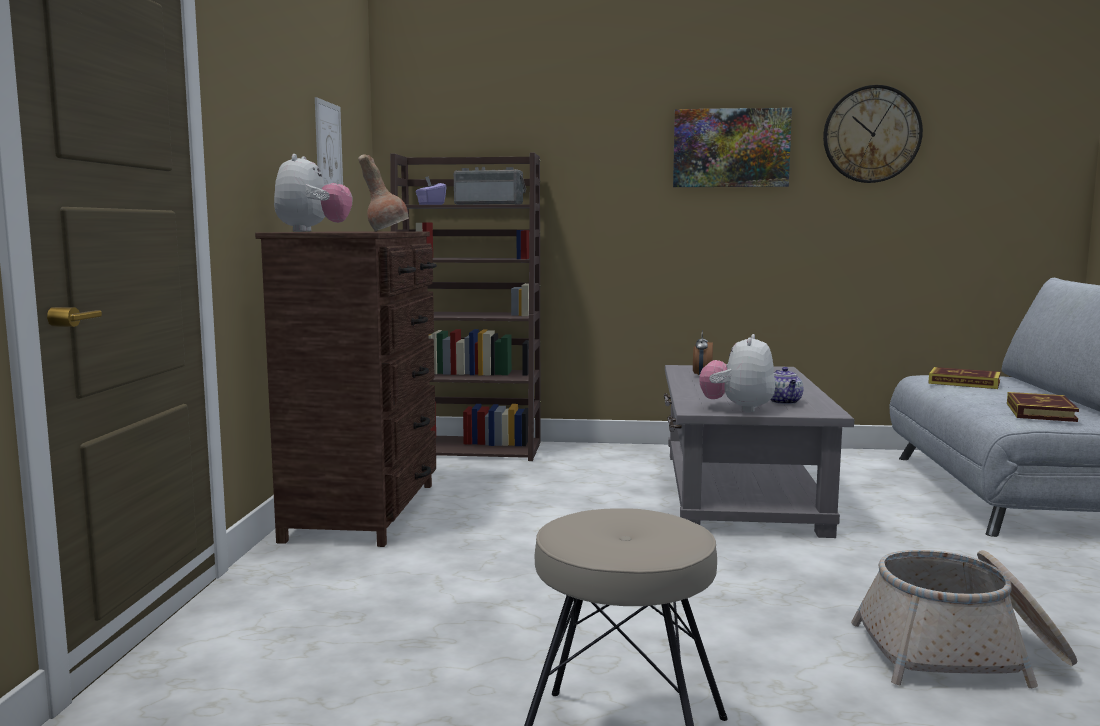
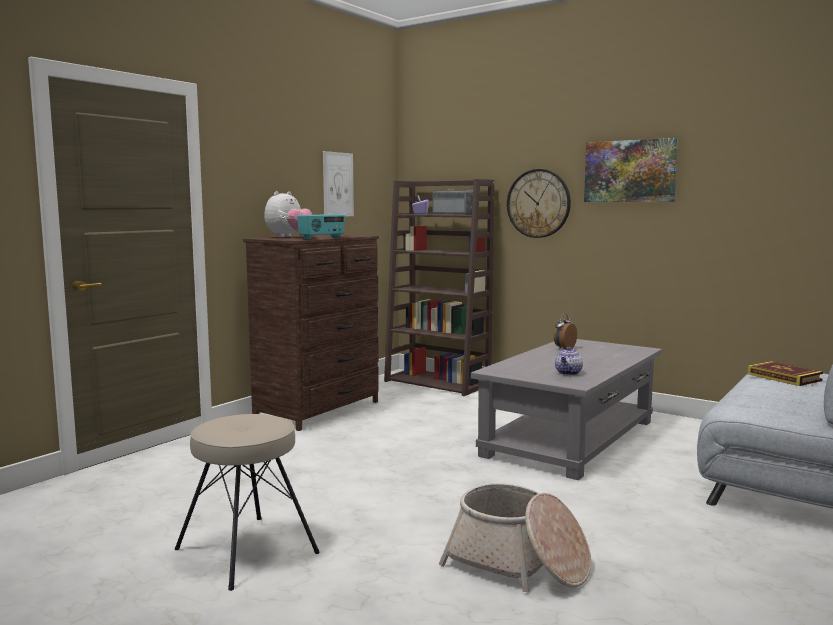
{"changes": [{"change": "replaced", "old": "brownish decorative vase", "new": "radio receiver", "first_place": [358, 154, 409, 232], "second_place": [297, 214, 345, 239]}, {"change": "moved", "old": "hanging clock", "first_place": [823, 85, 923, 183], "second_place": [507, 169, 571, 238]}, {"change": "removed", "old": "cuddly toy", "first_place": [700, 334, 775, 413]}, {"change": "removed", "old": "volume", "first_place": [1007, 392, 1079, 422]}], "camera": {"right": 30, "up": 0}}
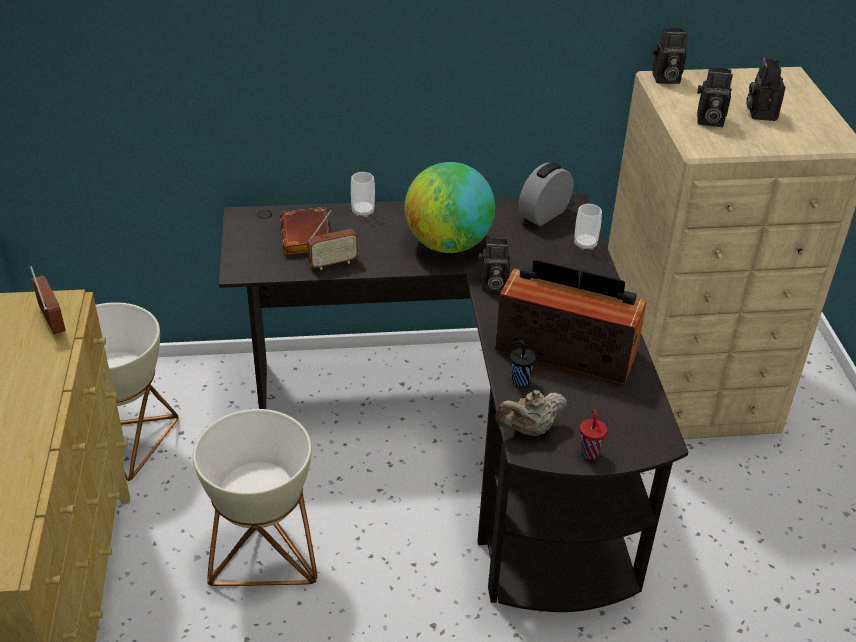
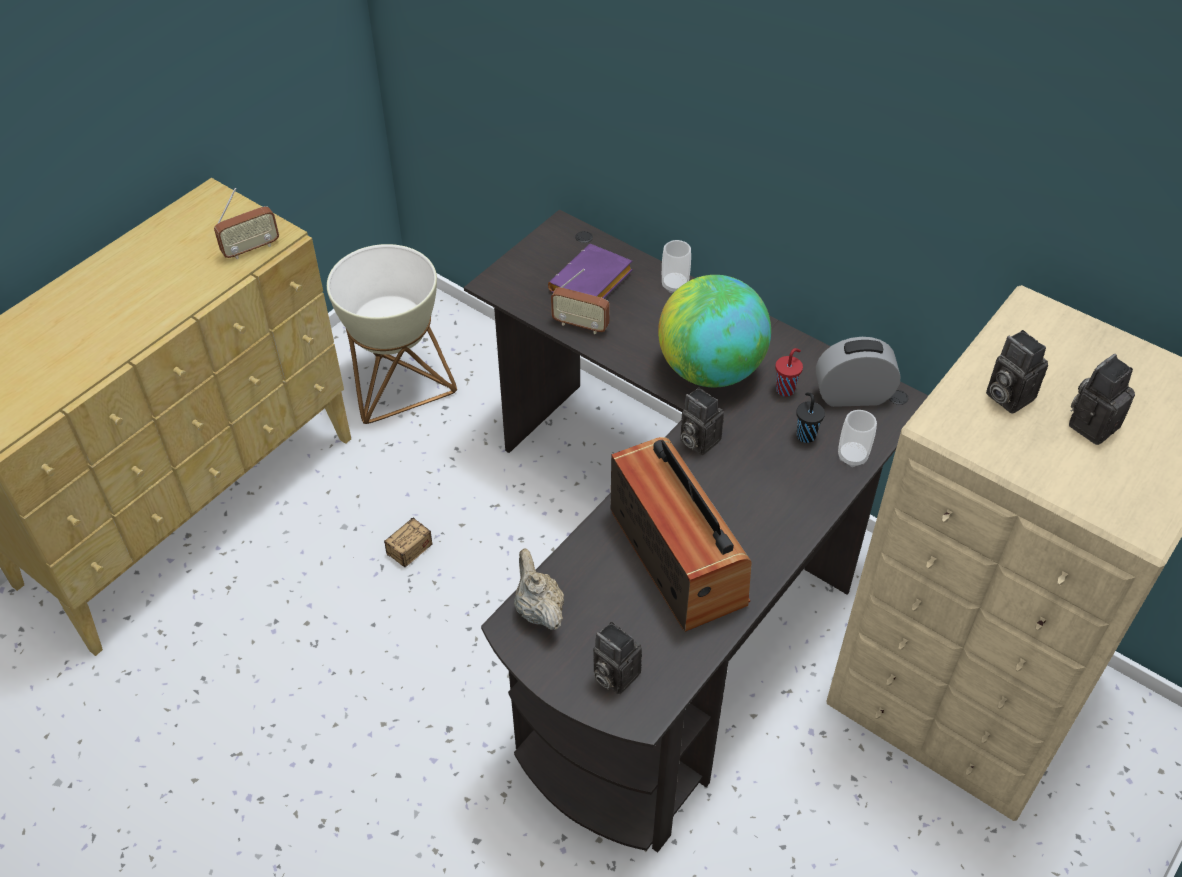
{"changes": [{"change": "turned", "old": "radio receiver", "first_place": [30, 266, 66, 334], "second_place": [214, 188, 279, 259], "degrees": 45}, {"change": "replaced", "old": "plant pot", "new": "storage container", "first_place": [193, 409, 317, 586], "second_place": [351, 518, 433, 567]}, {"change": "turned", "old": "beige-coloured teapot", "first_place": [495, 390, 567, 436], "second_place": [514, 549, 564, 630], "degrees": 45}, {"change": "recoloured", "old": "brownish volume", "new": "purple volume", "first_place": [280, 207, 329, 255], "second_place": [548, 244, 633, 298]}, {"change": "moved", "old": "still camera", "first_place": [653, 28, 688, 84], "second_place": [593, 622, 642, 695]}, {"change": "moved", "old": "red drinking cup", "first_place": [580, 409, 607, 460], "second_place": [775, 348, 803, 397]}, {"change": "moved", "old": "blackish drinking cup", "first_place": [510, 340, 536, 387], "second_place": [796, 392, 825, 443]}], "camera": {"right": 45, "up": 10}}
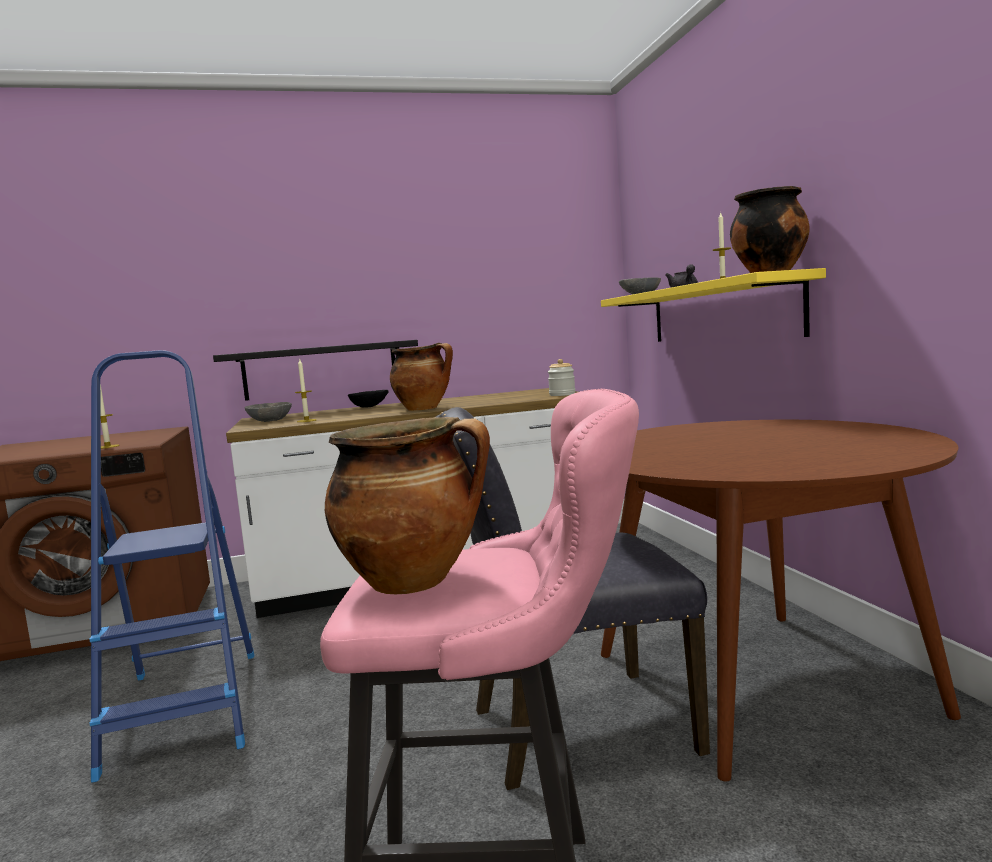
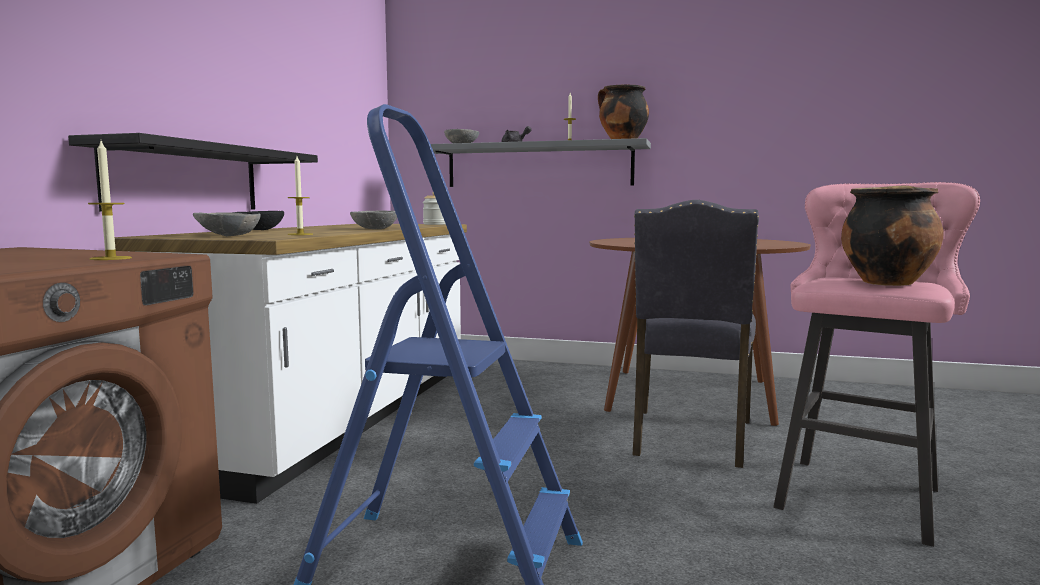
{"changes": [{"change": "replaced", "old": "stockpot", "new": "greyish deep dish", "first_place": [390, 343, 453, 411], "second_place": [350, 210, 397, 229]}, {"change": "recoloured", "old": "yellow bracket shelf", "new": "greyish bracket shelf", "first_place": [601, 268, 826, 342], "second_place": [431, 138, 651, 187]}], "camera": {"right": -60, "up": 0}}
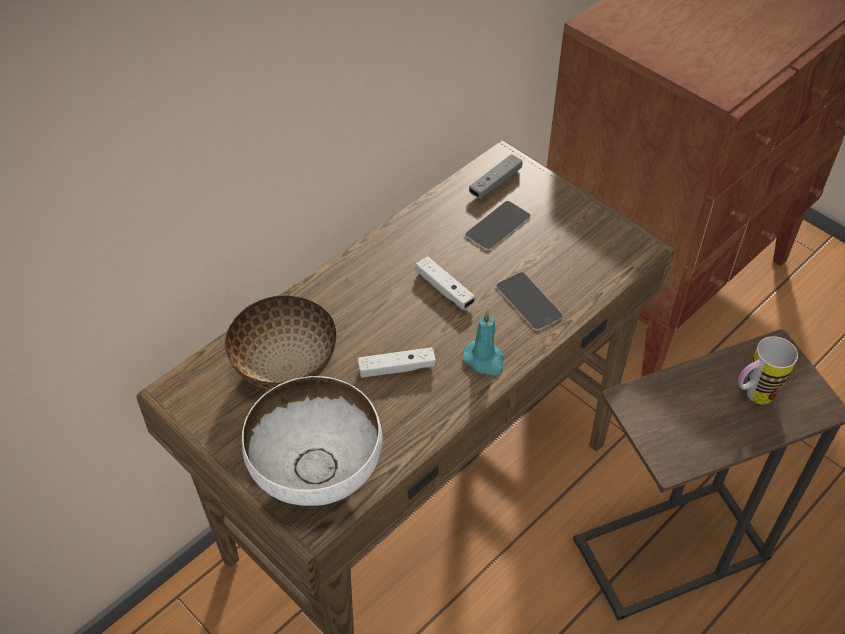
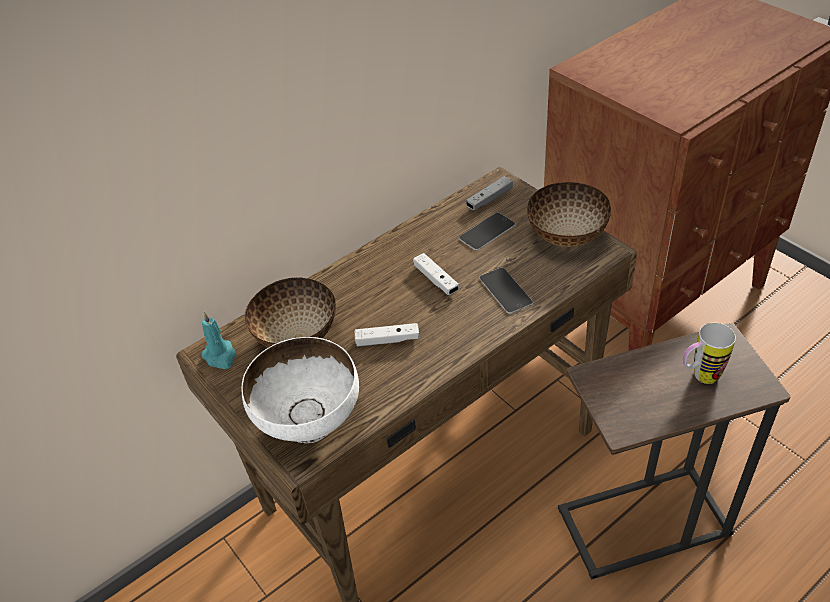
{"changes": [{"change": "moved", "old": "turquoise candle", "first_place": [462, 310, 504, 376], "second_place": [201, 312, 236, 369]}, {"change": "added", "new": "deep dish", "second_place": [526, 182, 611, 247]}], "camera": {"right": 10, "up": -5}}
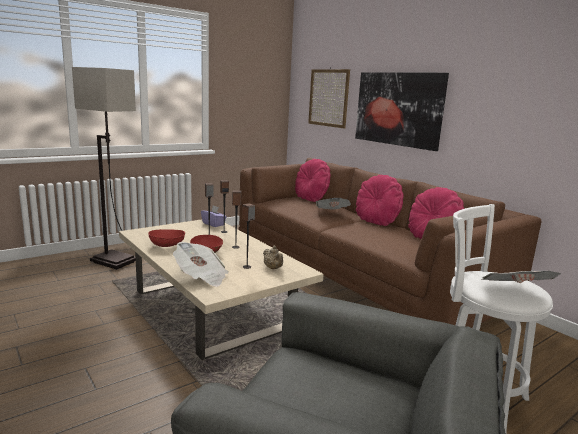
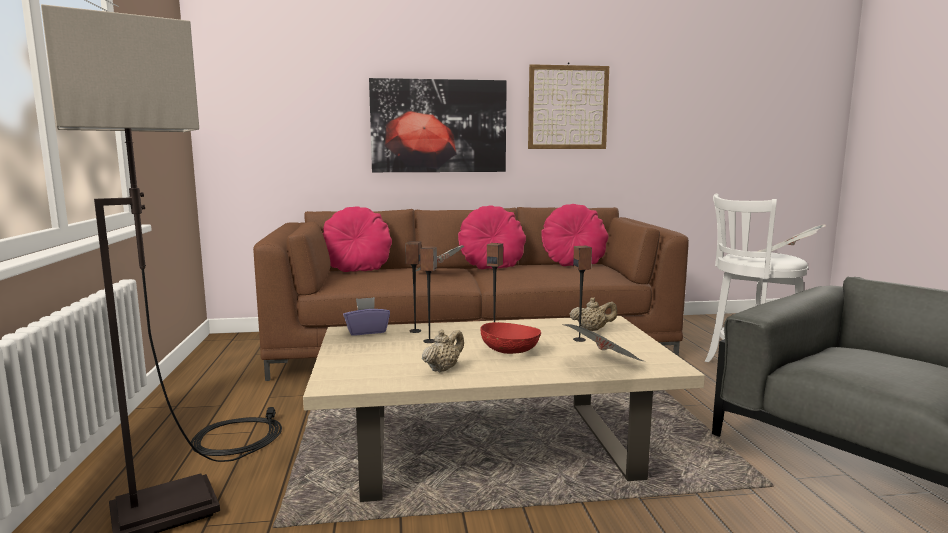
{"changes": [{"change": "replaced", "old": "red deep dish", "new": "beige-coloured teapot", "first_place": [148, 229, 185, 247], "second_place": [422, 330, 464, 373]}, {"change": "moved", "old": "picture", "first_place": [308, 67, 350, 129], "second_place": [528, 62, 609, 149]}], "camera": {"right": -60, "up": -5}}
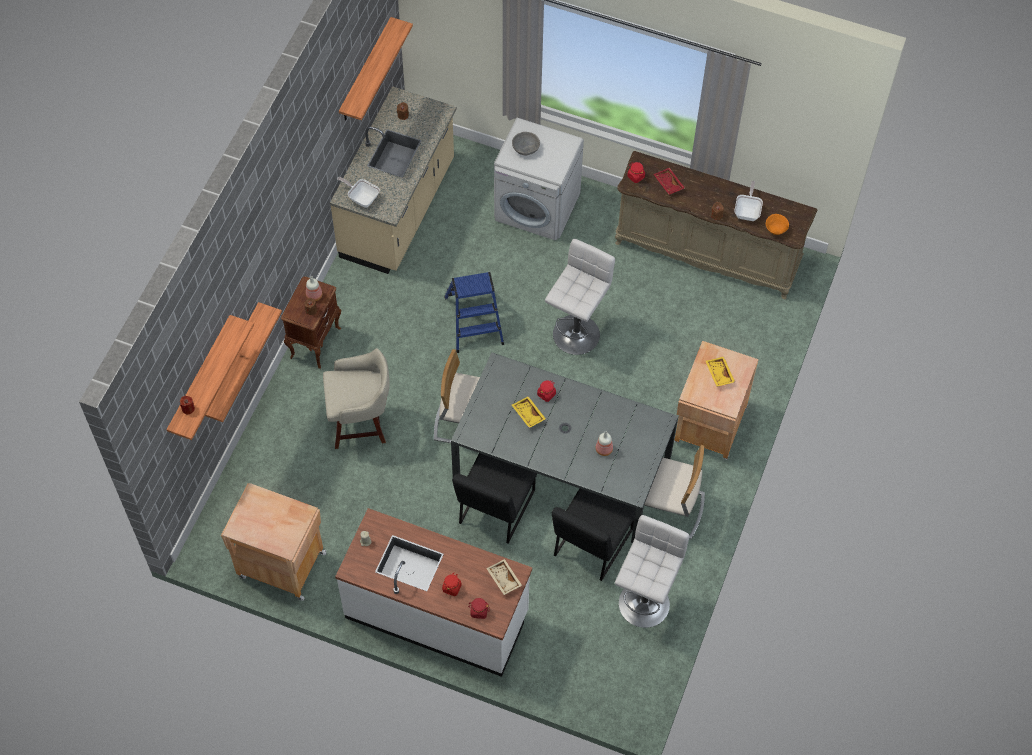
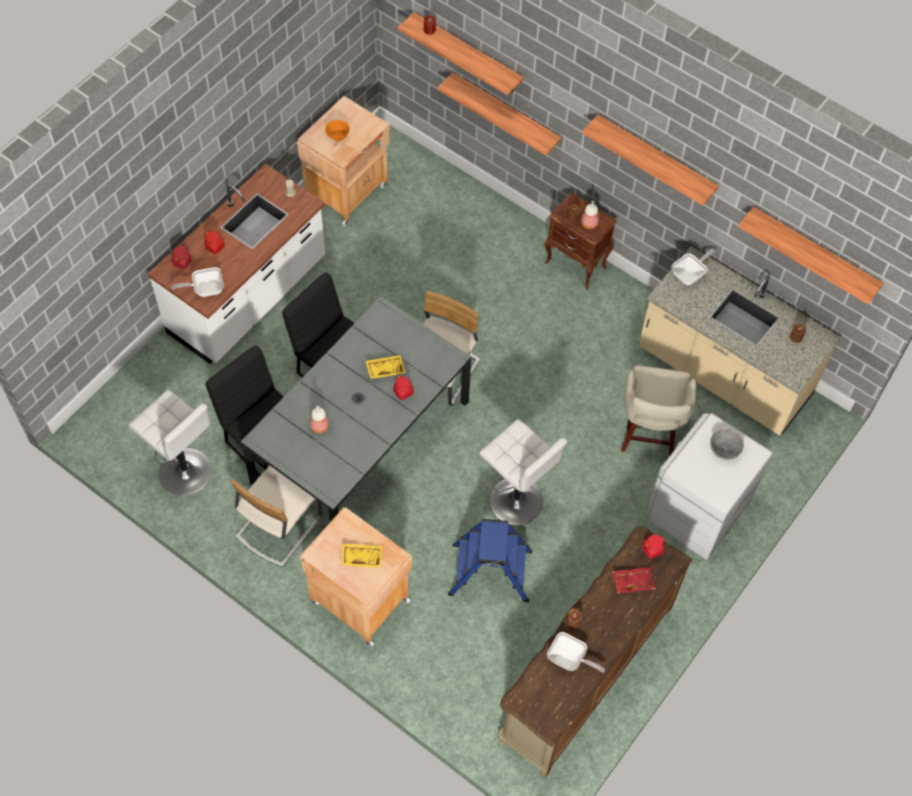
{"changes": [{"change": "replaced", "old": "beige-coloured serving tray", "new": "skillet", "first_place": [486, 559, 522, 595], "second_place": [171, 267, 224, 297]}, {"change": "moved", "old": "orange deep dish", "first_place": [766, 214, 789, 235], "second_place": [325, 120, 350, 141]}, {"change": "moved", "old": "blue-coloured stepladder", "first_place": [444, 272, 504, 353], "second_place": [448, 519, 532, 602]}, {"change": "added", "new": "bracket shelf", "second_place": [582, 115, 719, 206]}, {"change": "moved", "old": "beige-coloured stool", "first_place": [323, 348, 390, 449], "second_place": [621, 365, 696, 457]}], "camera": {"right": 105, "up": 0}}
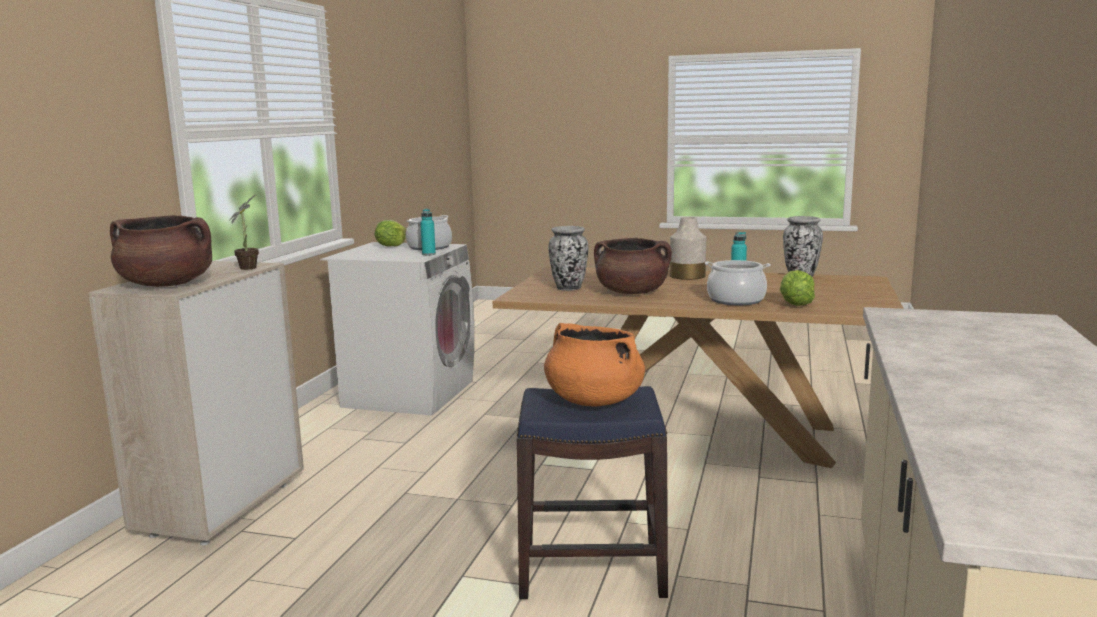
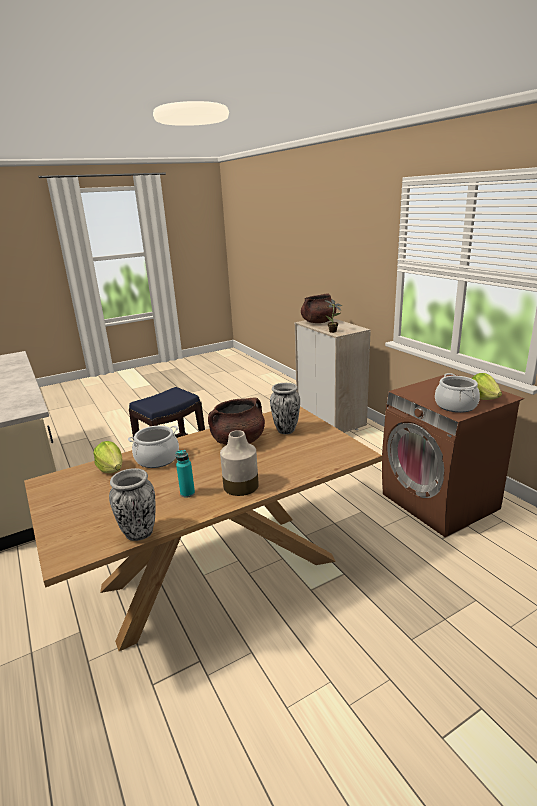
{"changes": [{"change": "recoloured", "old": "whitish washing machine", "new": "brownish washing machine", "first_place": [320, 242, 474, 416], "second_place": [382, 375, 524, 537]}, {"change": "removed", "old": "turquoise drink bottle", "first_place": [420, 209, 436, 255]}, {"change": "removed", "old": "orange stockpot", "first_place": [544, 323, 645, 406]}], "camera": {"right": 135, "up": 10}}
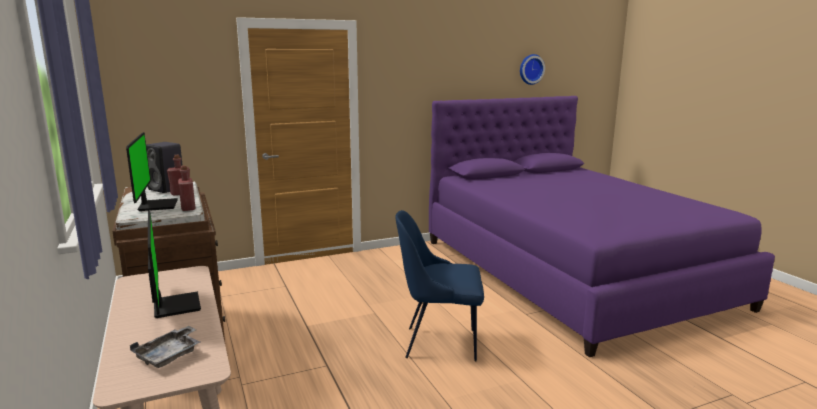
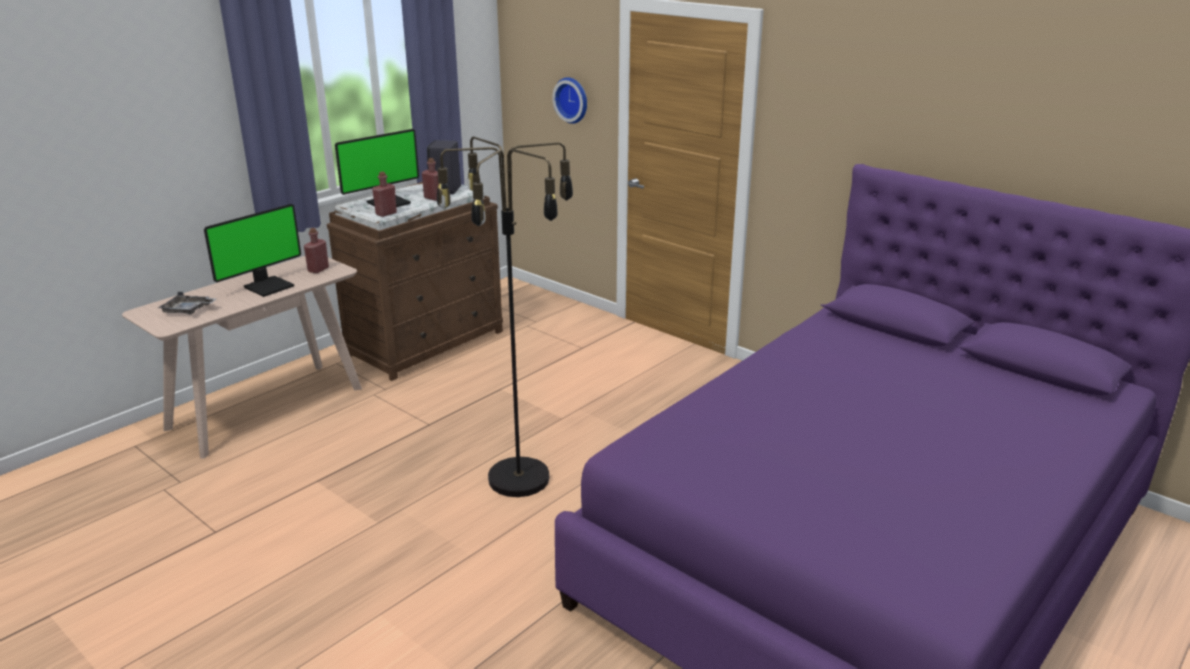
{"changes": [{"change": "added", "new": "red drink bottle", "second_place": [304, 228, 329, 273]}, {"change": "replaced", "old": "blue-coloured chair", "new": "standing lamp", "first_place": [396, 210, 484, 361], "second_place": [437, 136, 573, 497]}, {"change": "moved", "old": "hanging clock", "first_place": [520, 54, 545, 85], "second_place": [552, 77, 587, 124]}], "camera": {"right": 65, "up": 10}}
